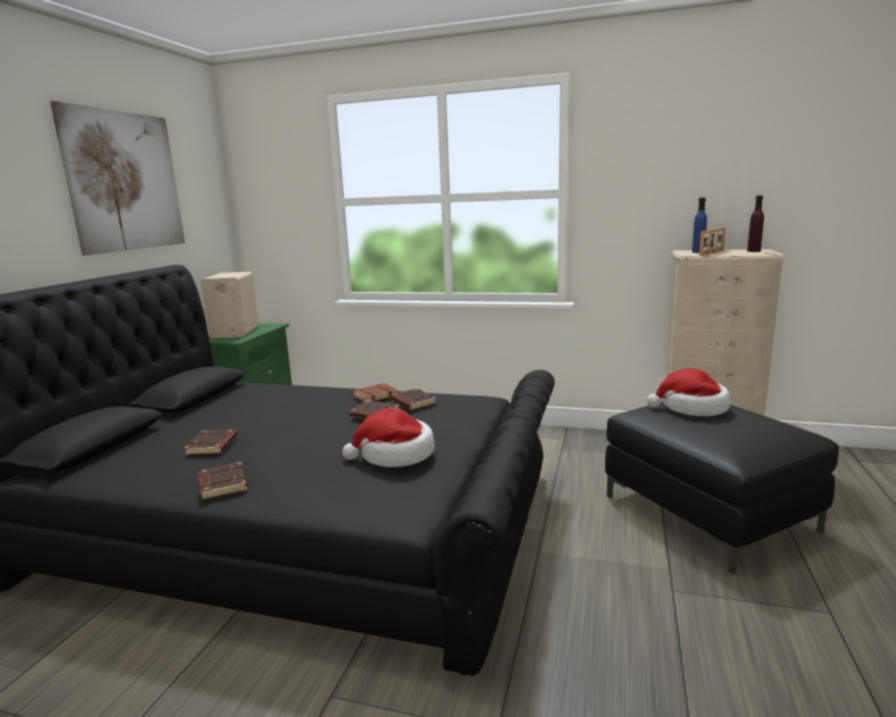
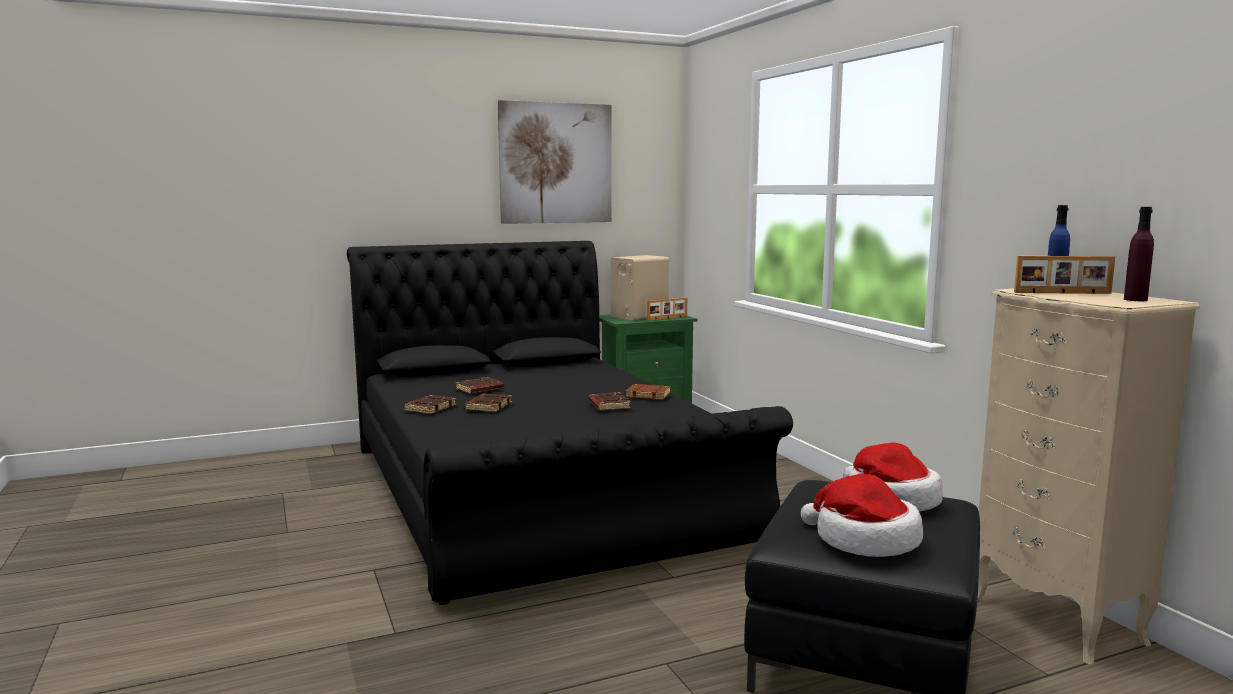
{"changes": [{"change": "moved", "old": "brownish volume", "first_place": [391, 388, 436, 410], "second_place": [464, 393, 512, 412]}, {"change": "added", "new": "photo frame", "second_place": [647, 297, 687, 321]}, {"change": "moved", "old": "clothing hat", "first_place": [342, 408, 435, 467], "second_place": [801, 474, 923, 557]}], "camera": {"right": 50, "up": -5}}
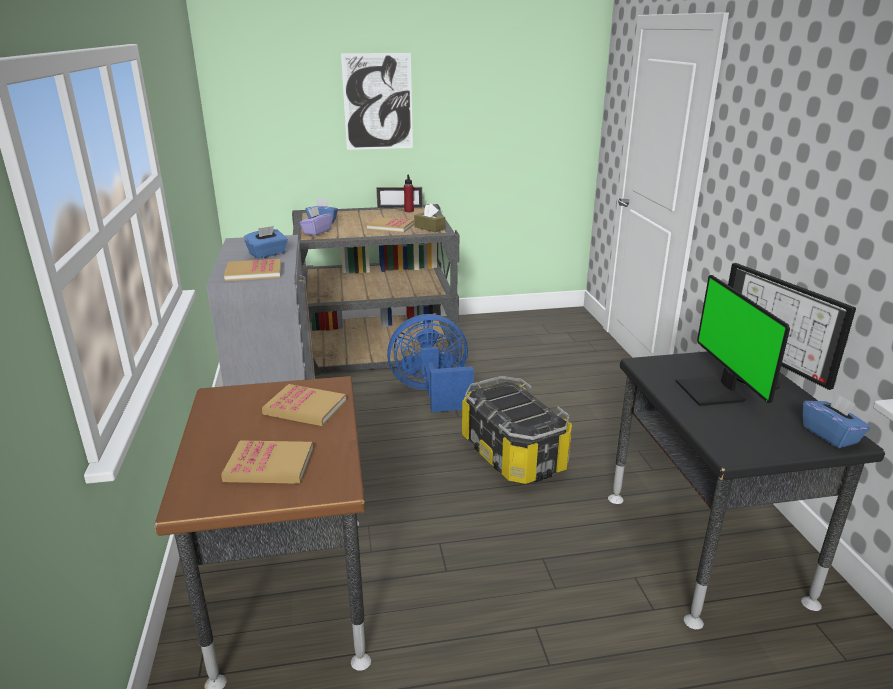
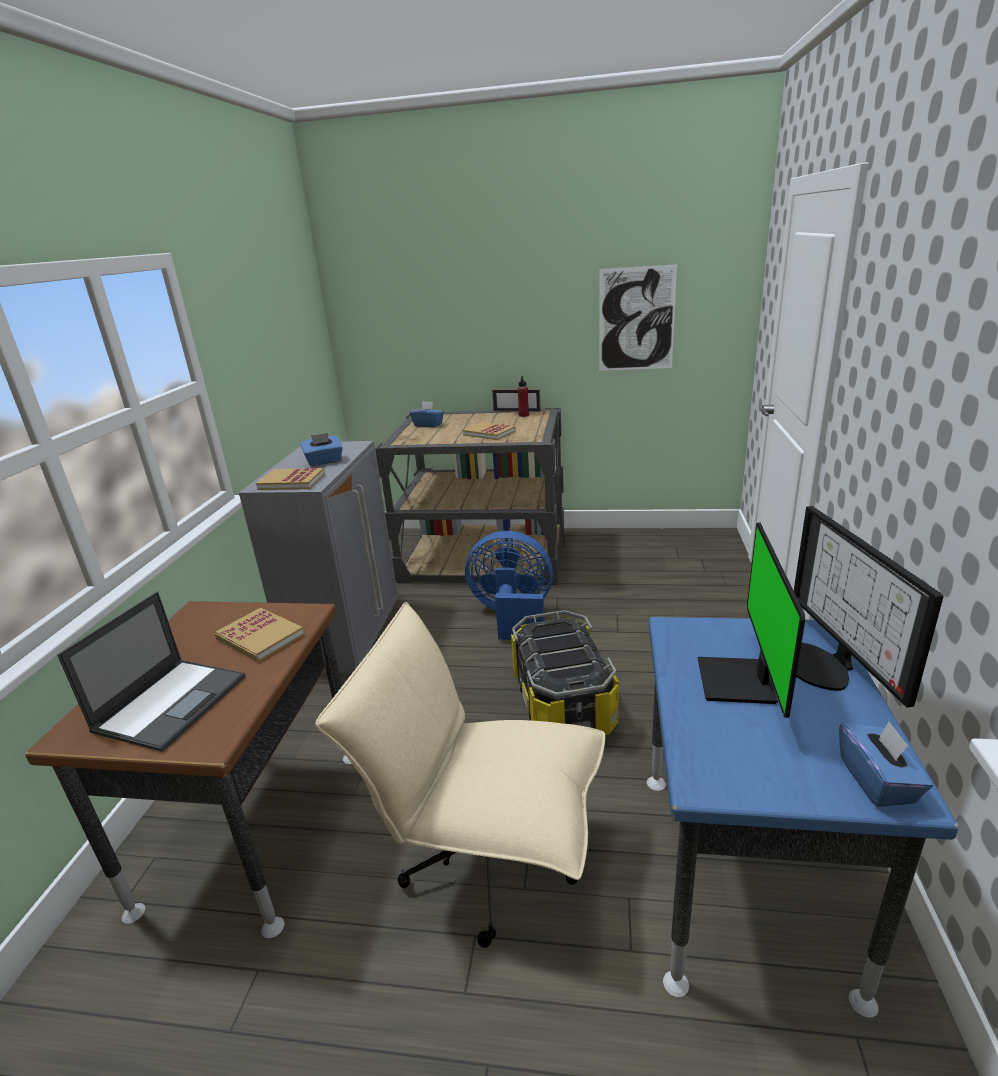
{"changes": [{"change": "replaced", "old": "volume", "new": "laptop", "first_place": [221, 440, 313, 484], "second_place": [57, 591, 245, 752]}, {"change": "added", "new": "beige-coloured office chair", "second_place": [315, 602, 605, 948]}, {"change": "moved", "old": "picture", "first_place": [341, 53, 413, 150], "second_place": [599, 264, 677, 371]}, {"change": "recoloured", "old": "blackish desk", "new": "blue-coloured desk", "first_place": [608, 351, 885, 629], "second_place": [647, 617, 959, 1018]}, {"change": "removed", "old": "purple tissue holder", "first_place": [300, 207, 333, 236]}, {"change": "removed", "old": "brownish tissue holder", "first_place": [414, 204, 445, 232]}], "camera": {"right": 20, "up": 0}}
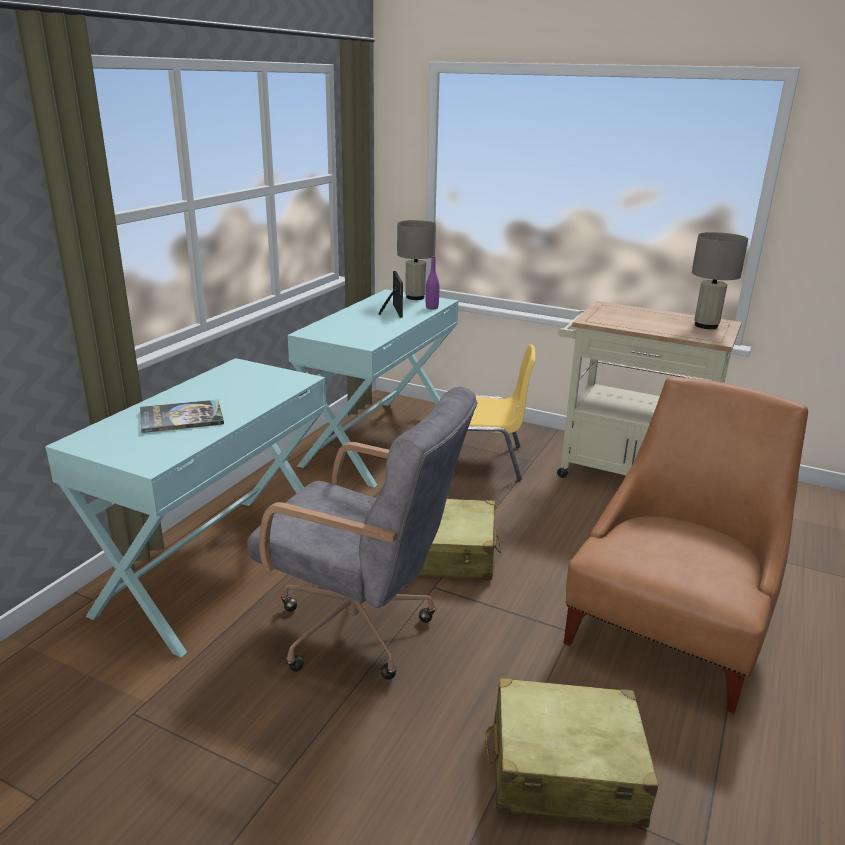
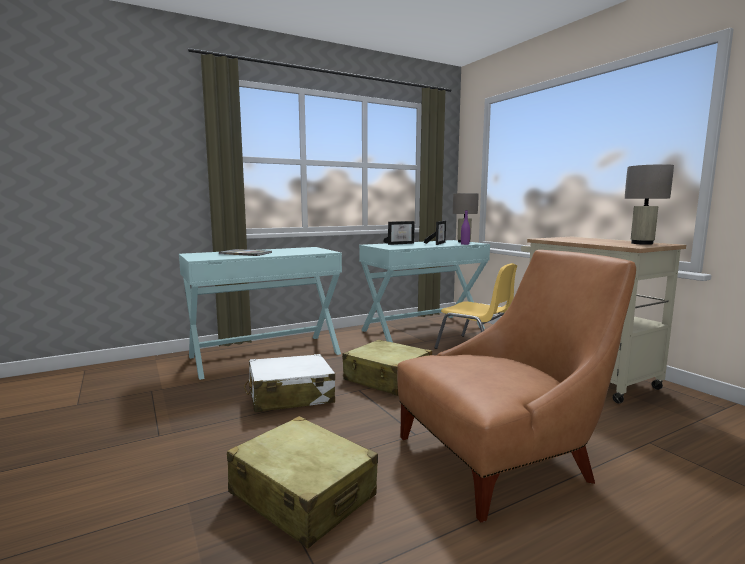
{"changes": [{"change": "replaced", "old": "greyish office chair", "new": "whitish suitcase", "first_place": [247, 387, 478, 680], "second_place": [244, 354, 335, 412]}, {"change": "added", "new": "photo frame", "second_place": [383, 221, 415, 245]}], "camera": {"right": 35, "up": -15}}
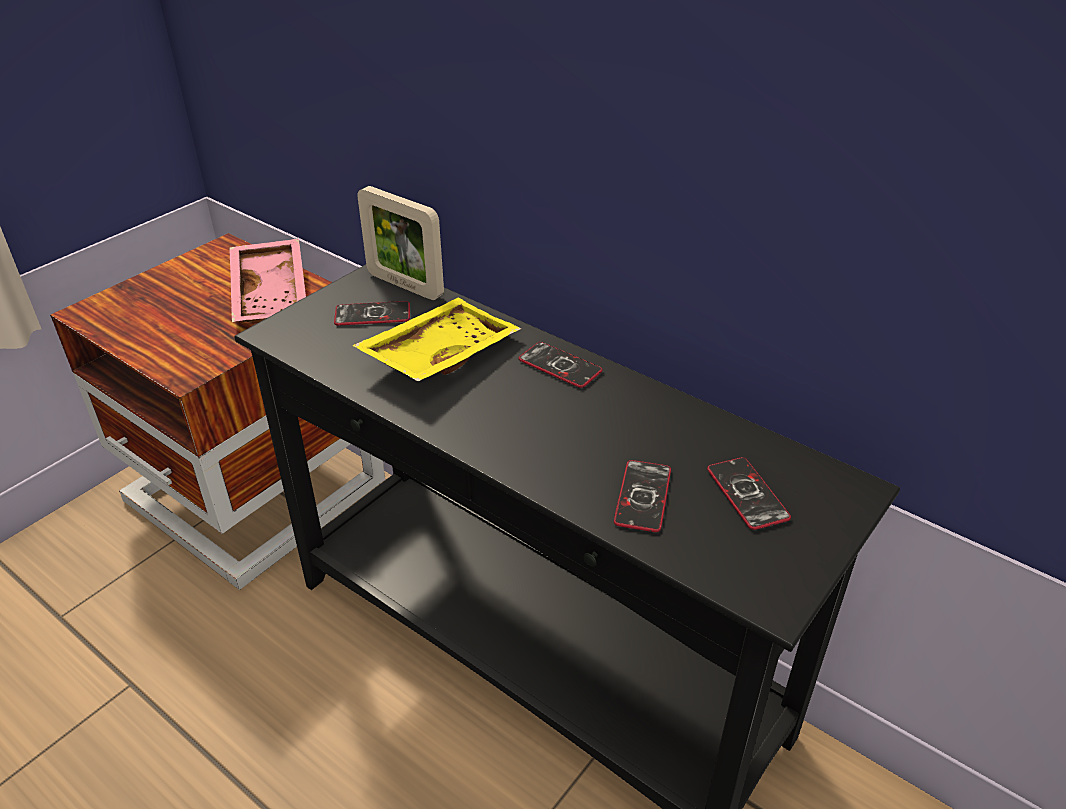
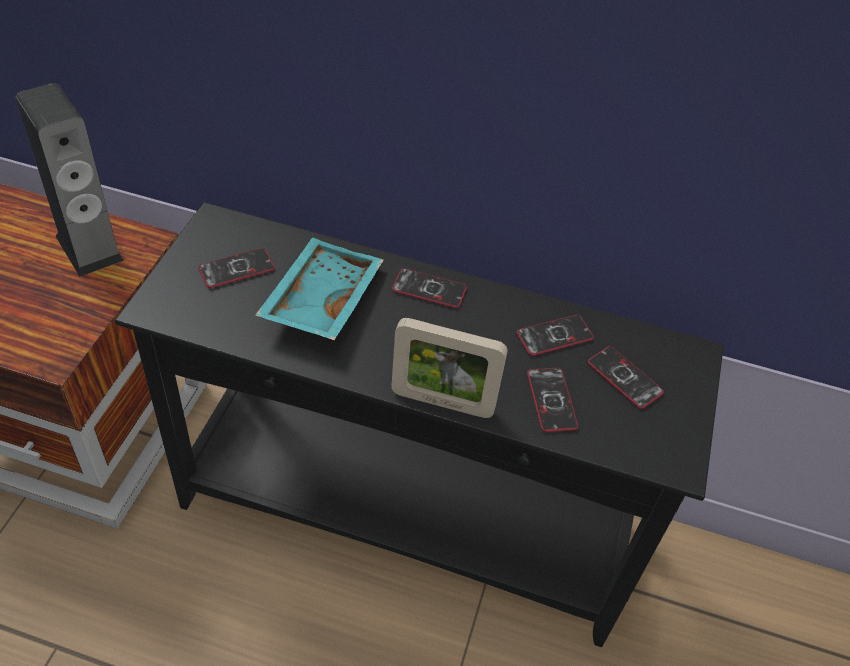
{"changes": [{"change": "replaced", "old": "pink serving tray", "new": "audio speaker", "first_place": [229, 239, 306, 323], "second_place": [16, 83, 124, 277]}, {"change": "recoloured", "old": "yellow serving tray", "new": "turquoise serving tray", "first_place": [352, 298, 521, 381], "second_place": [255, 238, 384, 340]}, {"change": "moved", "old": "photo frame", "first_place": [357, 186, 444, 300], "second_place": [391, 318, 508, 418]}, {"change": "added", "new": "telephone", "second_place": [516, 315, 594, 356]}], "camera": {"right": -25, "up": 10}}
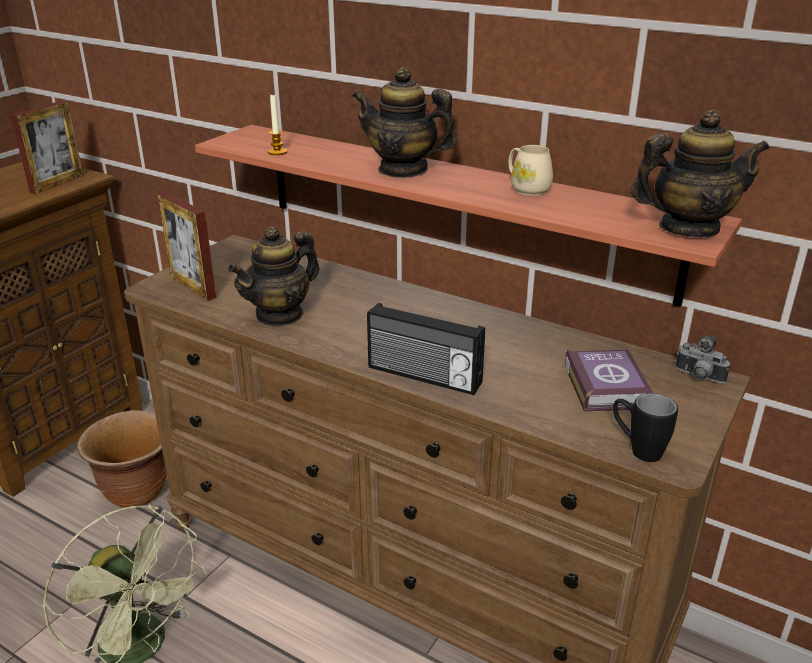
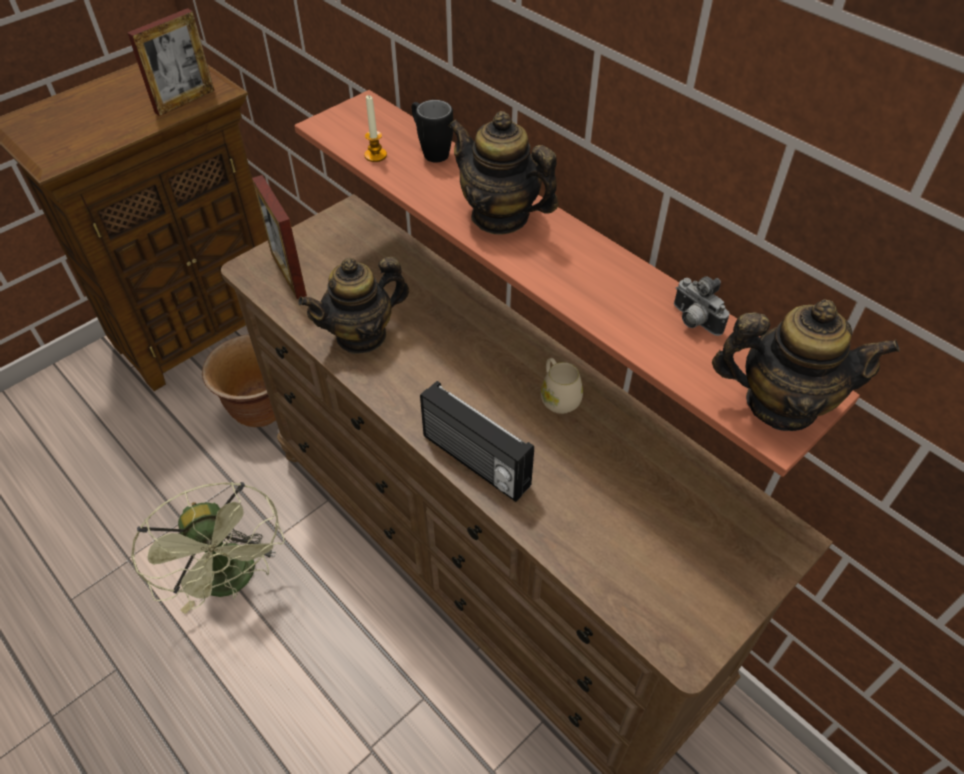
{"changes": [{"change": "moved", "old": "blackish coffee mug", "first_place": [613, 393, 678, 462], "second_place": [412, 100, 453, 163]}, {"change": "moved", "old": "beige-coloured coffee mug", "first_place": [508, 145, 553, 196], "second_place": [541, 358, 583, 414]}, {"change": "moved", "old": "still camera", "first_place": [676, 336, 730, 383], "second_place": [674, 276, 729, 336]}, {"change": "removed", "old": "volume", "first_place": [565, 349, 653, 412]}], "camera": {"right": 15, "up": 20}}
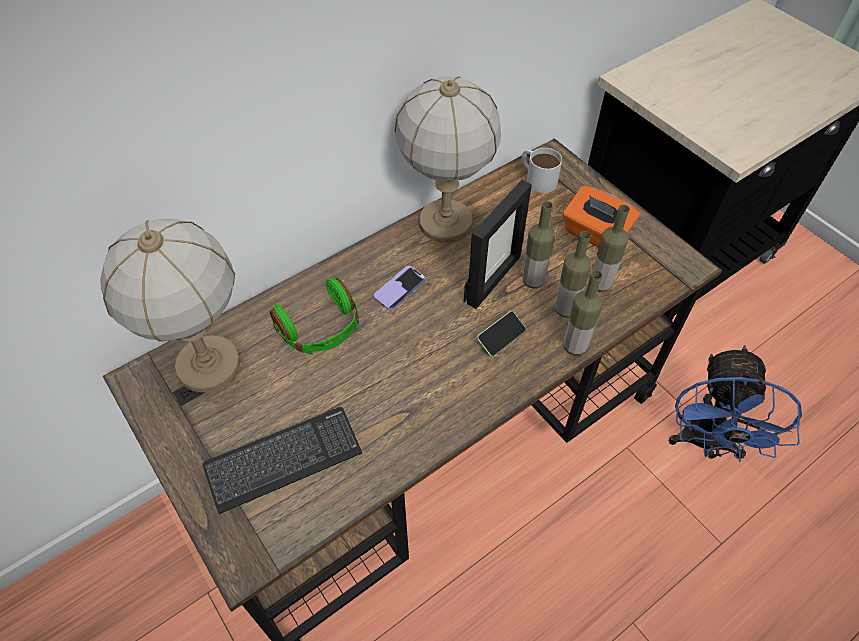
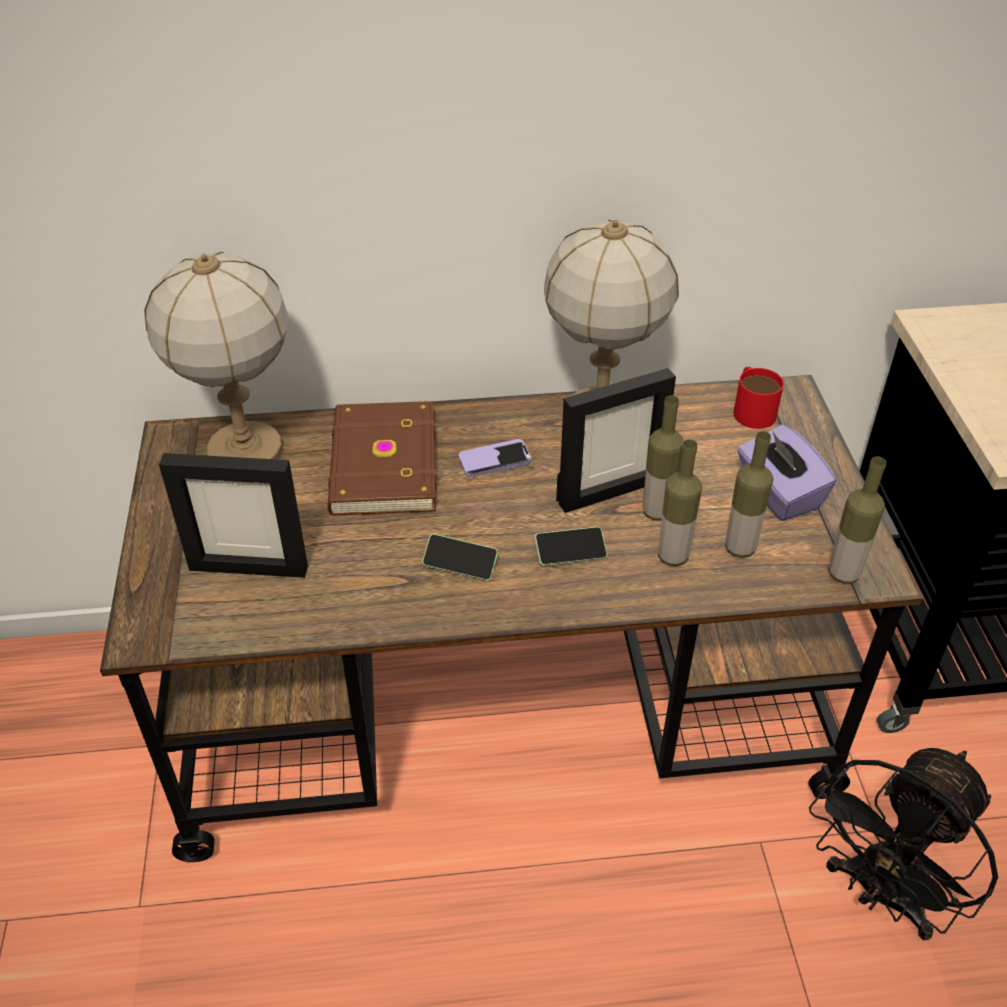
{"changes": [{"change": "replaced", "old": "computer keyboard", "new": "photo frame", "first_place": [203, 407, 362, 514], "second_place": [159, 453, 308, 578]}, {"change": "replaced", "old": "green-coloured headset", "new": "brownish volume", "first_place": [270, 278, 359, 355], "second_place": [328, 401, 437, 516]}, {"change": "added", "new": "telephone", "second_place": [422, 534, 498, 581]}, {"change": "recoloured", "old": "whitish coffee mug", "new": "red coffee mug", "first_place": [522, 148, 562, 193], "second_place": [733, 367, 784, 429]}, {"change": "recoloured", "old": "orange tissue holder", "new": "purple tissue holder", "first_place": [563, 186, 640, 248], "second_place": [737, 424, 836, 521]}, {"change": "recoloured", "old": "blue-coloured fan", "new": "blackish fan", "first_place": [669, 345, 802, 462], "second_place": [809, 748, 998, 940]}, {"change": "moved", "old": "drink bottle", "first_place": [564, 270, 603, 355], "second_place": [828, 456, 887, 584]}], "camera": {"right": 30, "up": -10}}
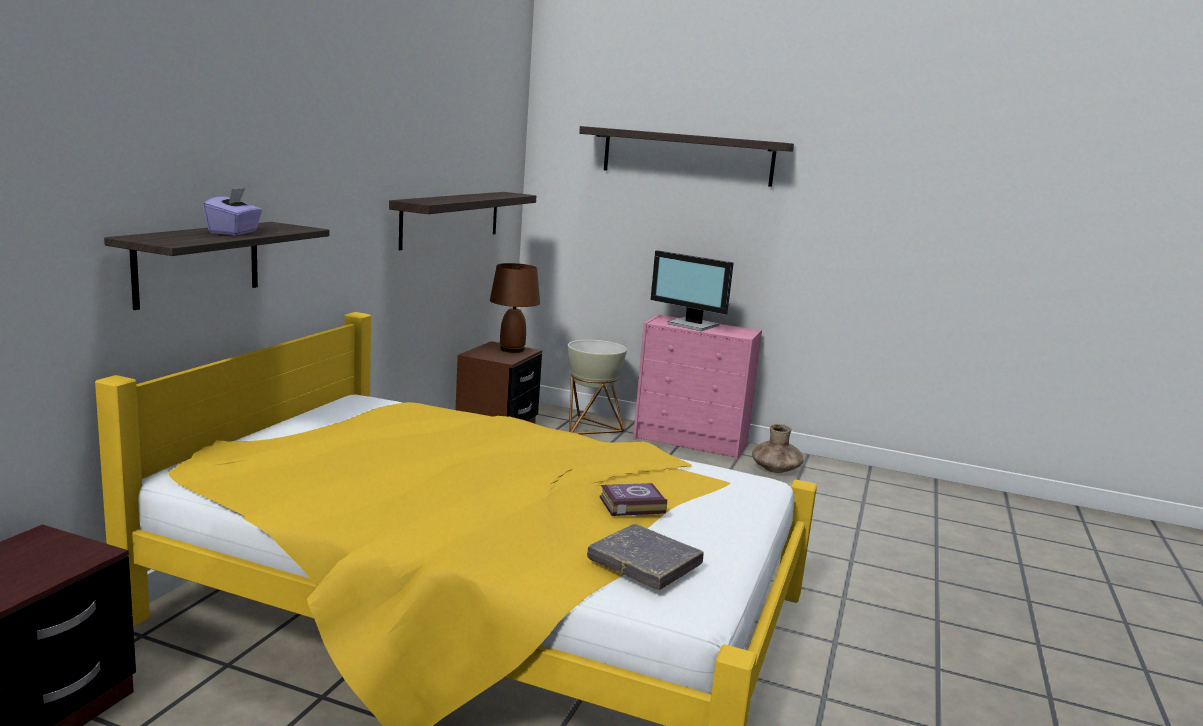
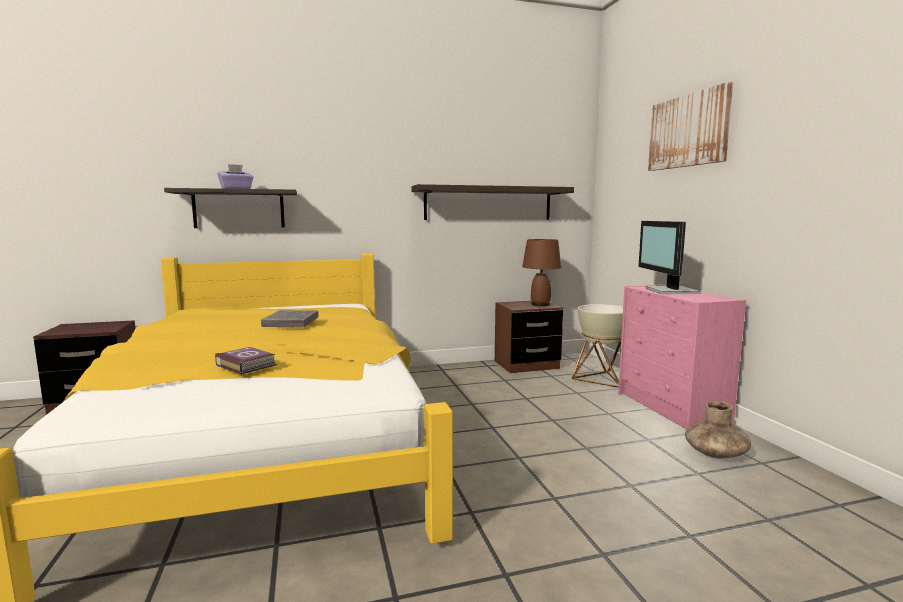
{"changes": [{"change": "moved", "old": "greyish volume", "first_place": [587, 524, 704, 590], "second_place": [261, 310, 319, 327]}, {"change": "replaced", "old": "bracket shelf", "new": "picture", "first_place": [579, 126, 794, 187], "second_place": [648, 82, 733, 171]}], "camera": {"right": 55, "up": -5}}
